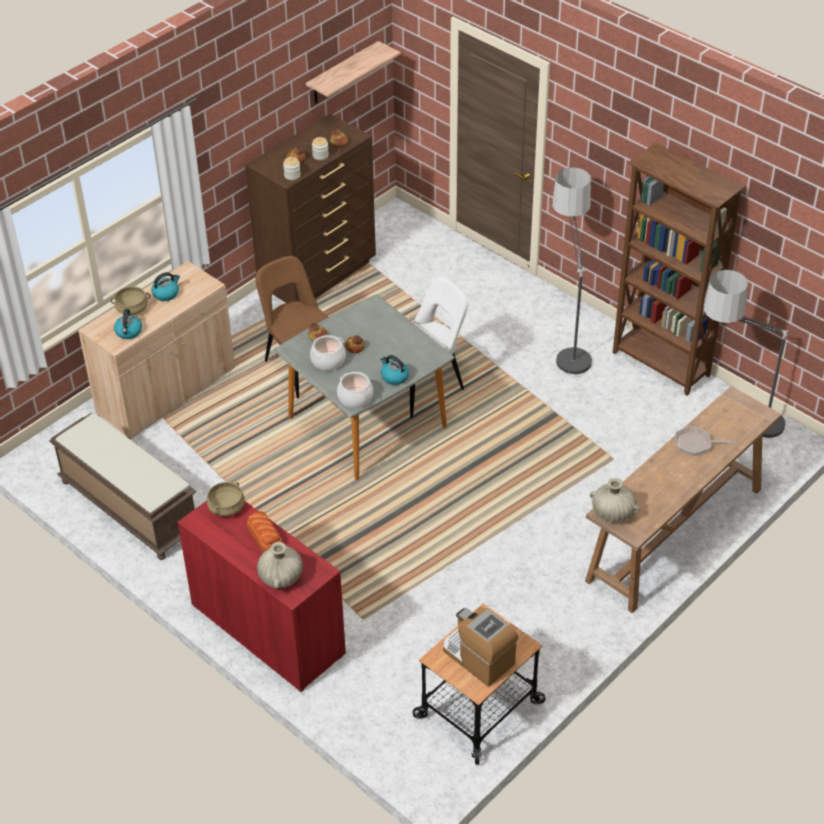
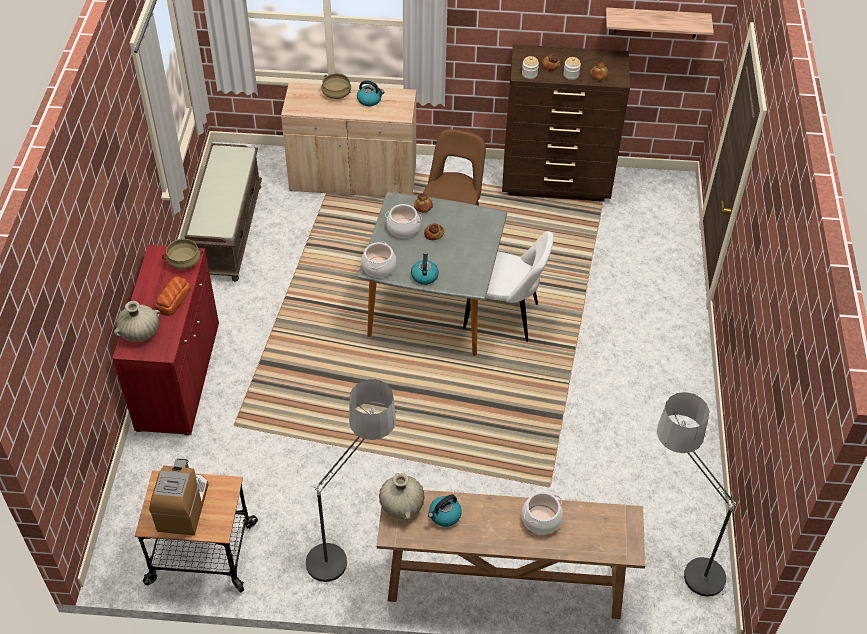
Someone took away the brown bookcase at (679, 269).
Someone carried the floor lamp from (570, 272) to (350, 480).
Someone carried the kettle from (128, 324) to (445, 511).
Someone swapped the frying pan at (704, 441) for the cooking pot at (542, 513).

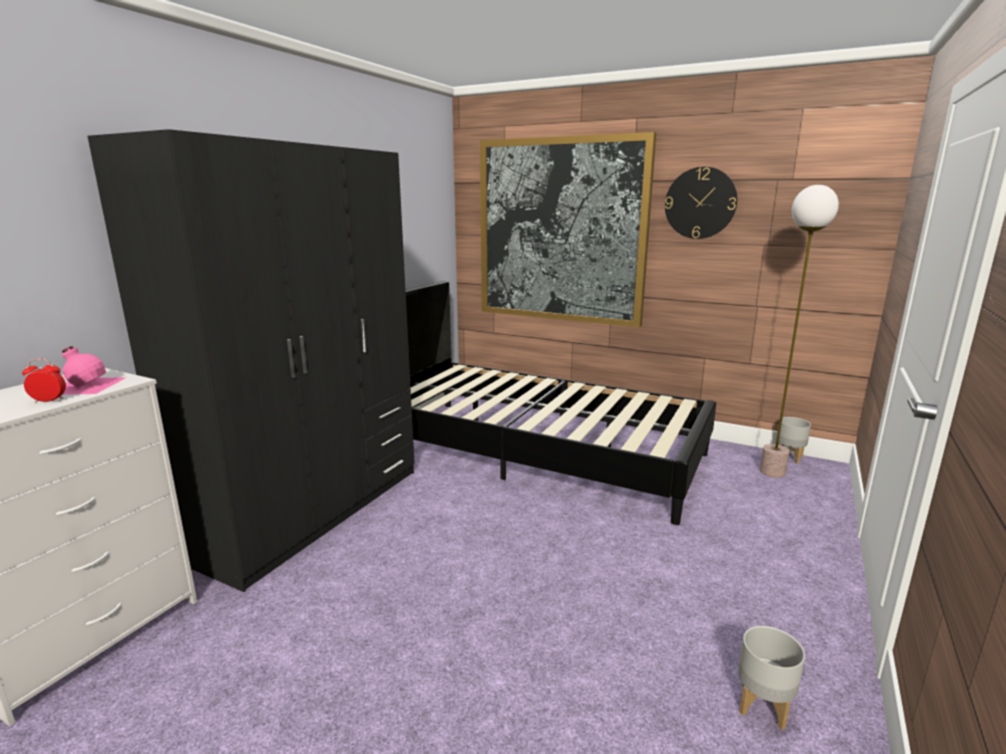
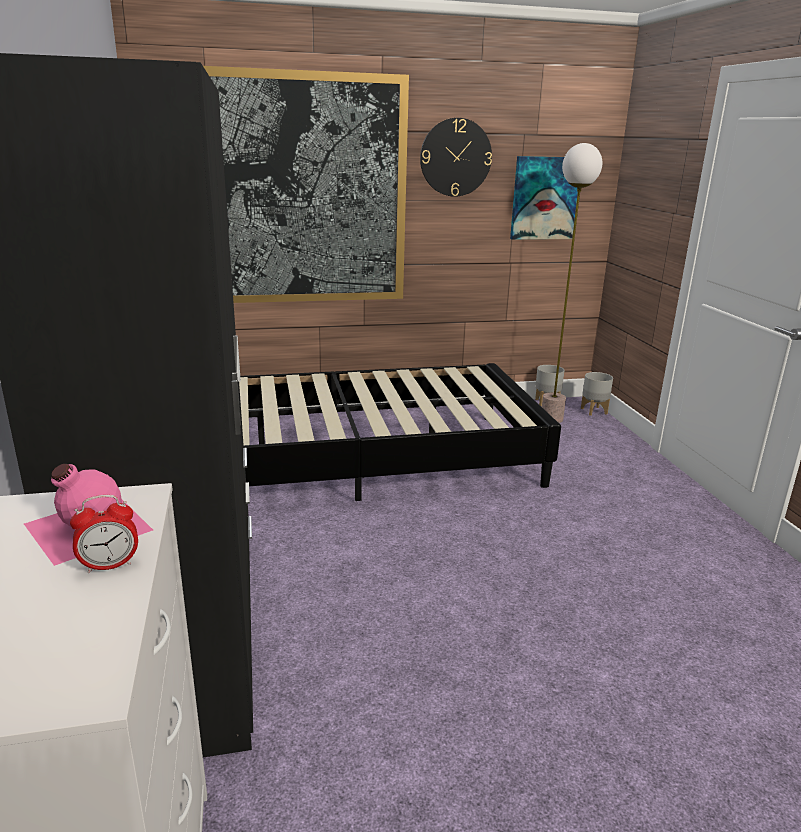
Someone rotated the alarm clock at (44, 381) by 150 degrees counterclockwise.
Someone carried the grey planter from (771, 677) to (597, 394).
Someone put up the picture at (544, 198).

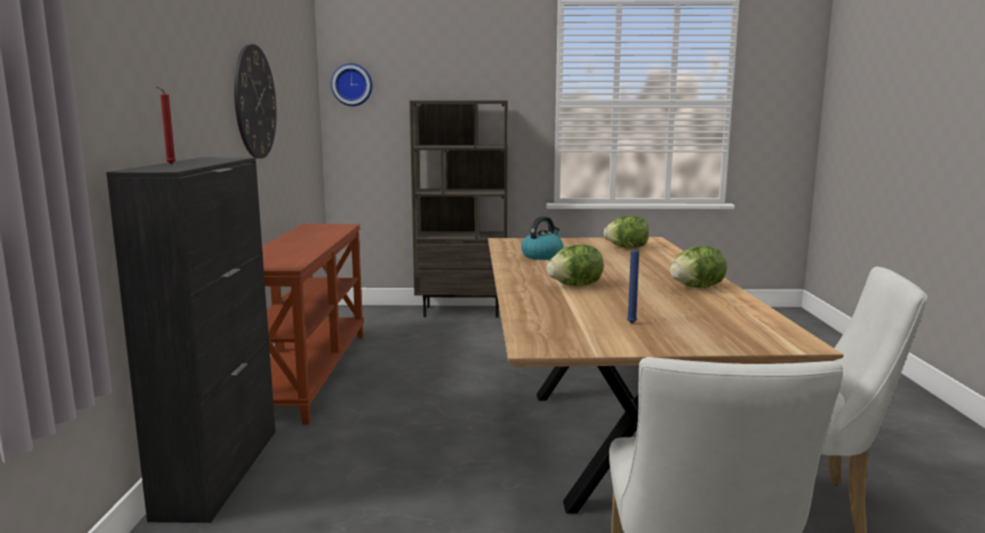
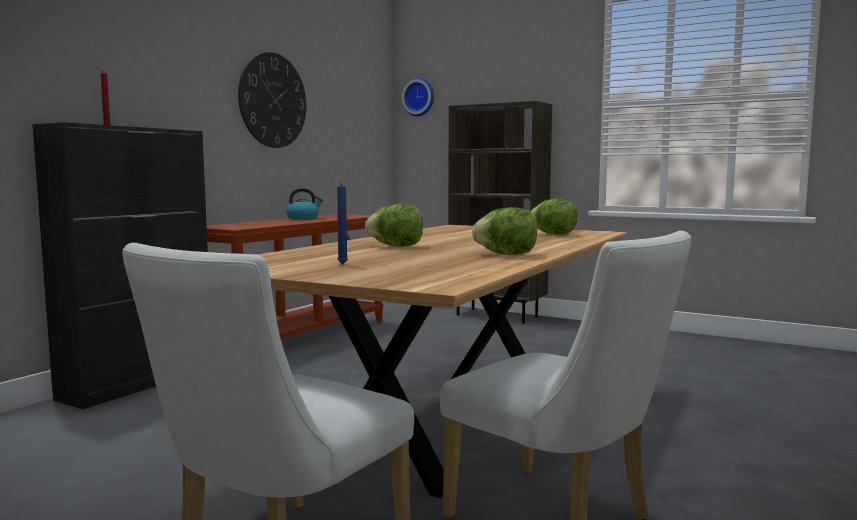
Someone carried the kettle from (542, 238) to (304, 204).

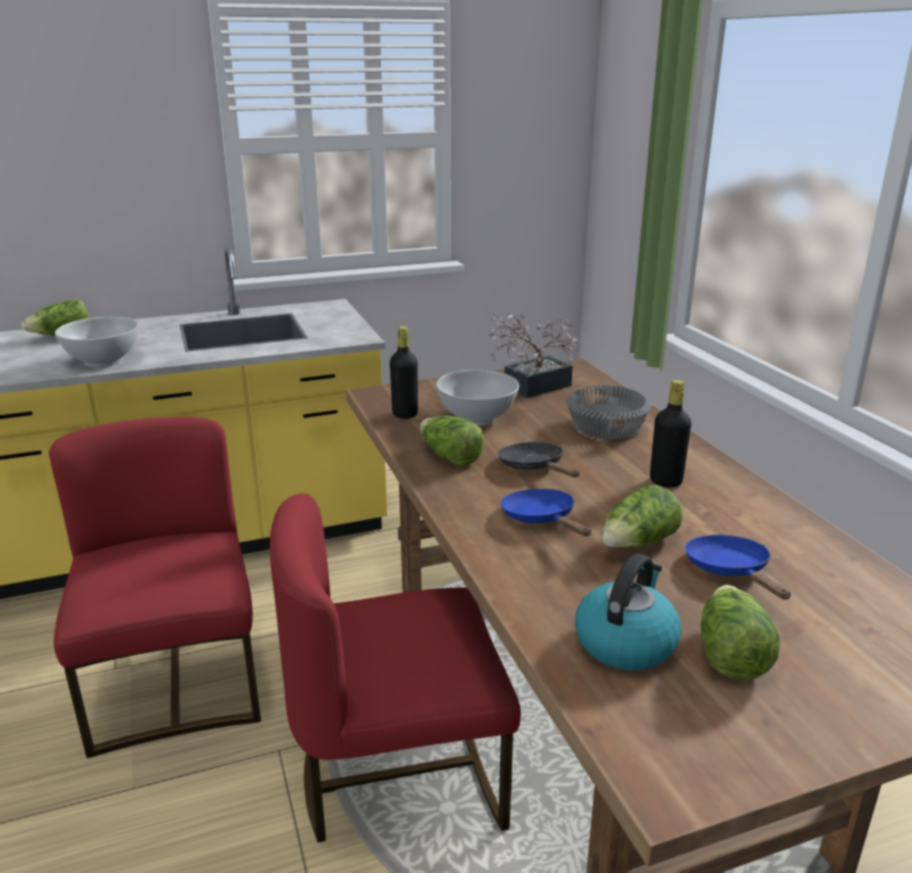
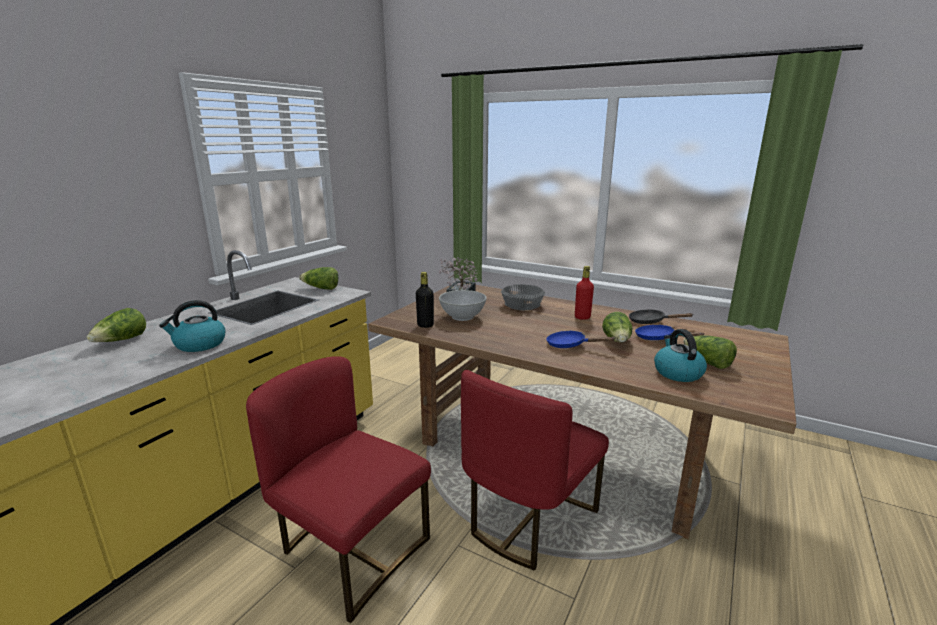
Someone swapped the white bowl at (97, 341) for the kettle at (192, 326).
Someone repainted the black bottle at (670, 433), which became the red bottle at (584, 293).
Someone carried the lettuce from (452, 441) to (318, 278).
Someone carried the black frying pan from (539, 459) to (661, 316).

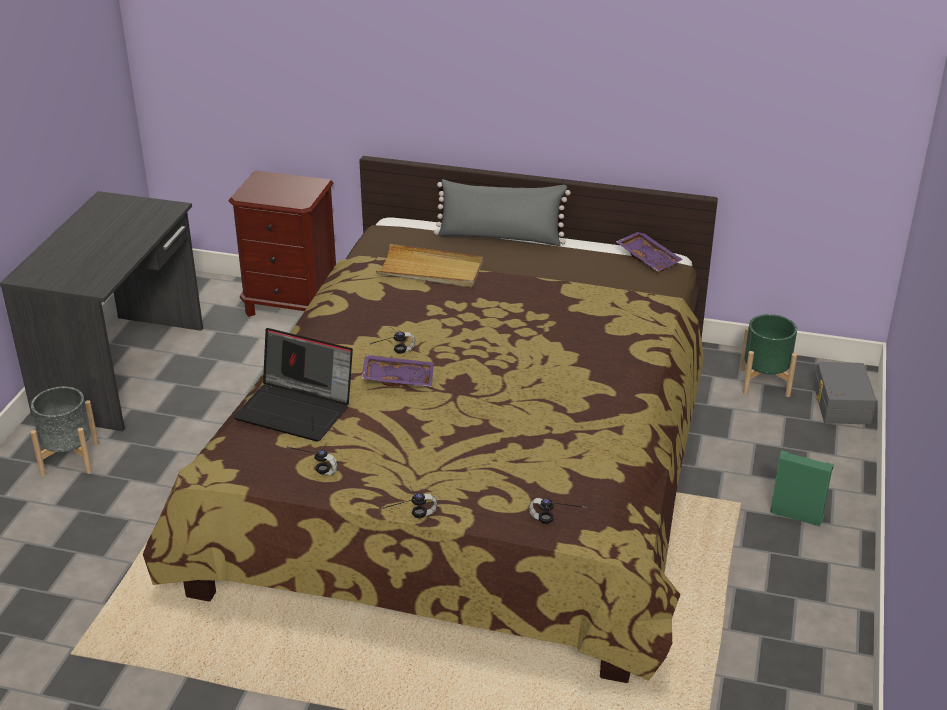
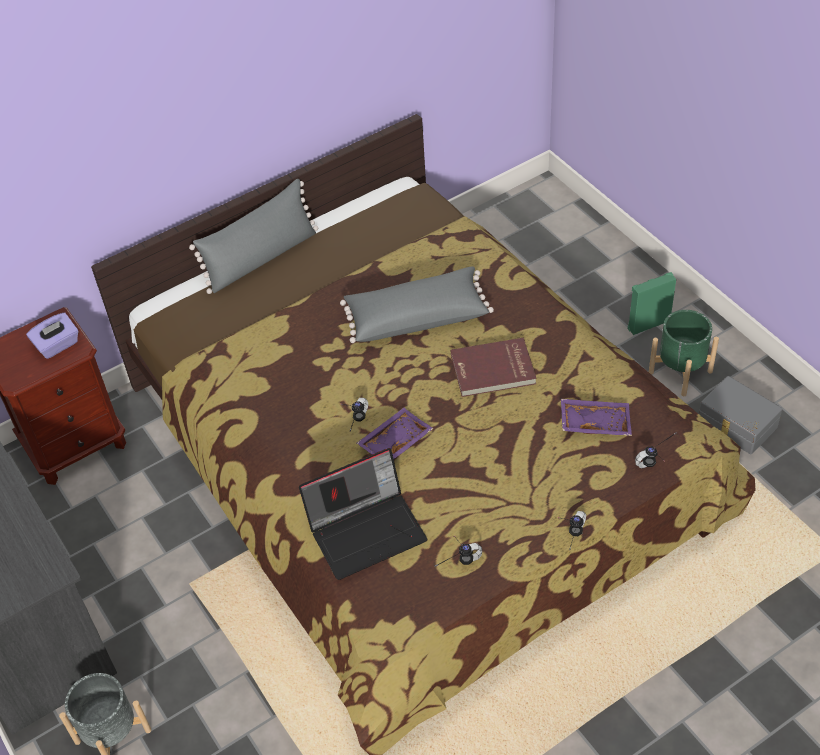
Someone carried the purple tray from (649, 252) to (596, 417).
Someone took away the beige tray at (429, 265).
Someone carried the green planter from (768, 355) to (684, 353).
Someone carried the grey storage box from (845, 393) to (740, 415).
Someone put down the grey pillow at (417, 304).
Someone put down the purple tissue box at (52, 336).
Someone put down the red book at (494, 367).

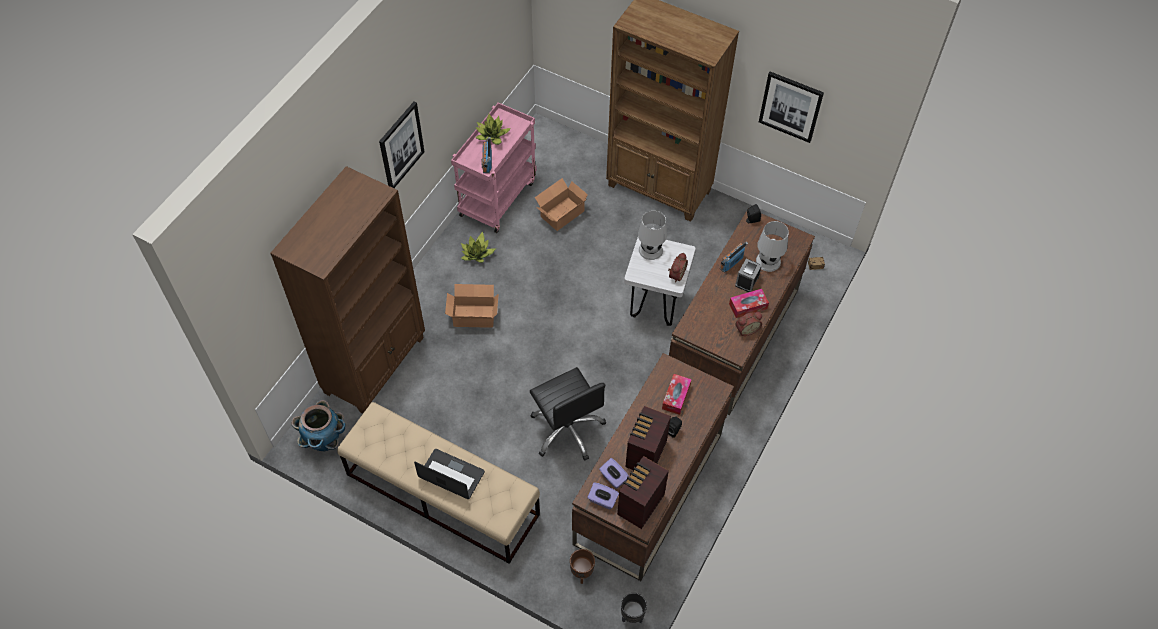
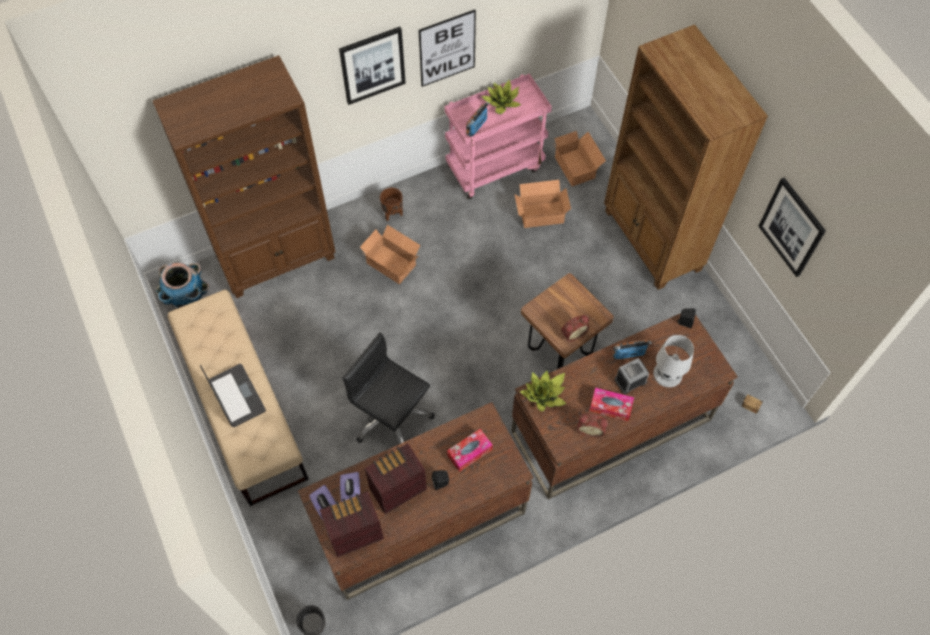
Someone took away the white table lamp at (652, 235).
Someone carried the potted plant from (478, 247) to (543, 391).
Someone repainted the white stool at (660, 282), which became the brown stool at (567, 321).
Someone rotated the black office chair at (568, 414) by 120 degrees clockwise.
Someone carried the brown planter from (582, 566) to (391, 204).
Someone put up the picture at (447, 48).
Someone put down the cardboard box at (579, 158).

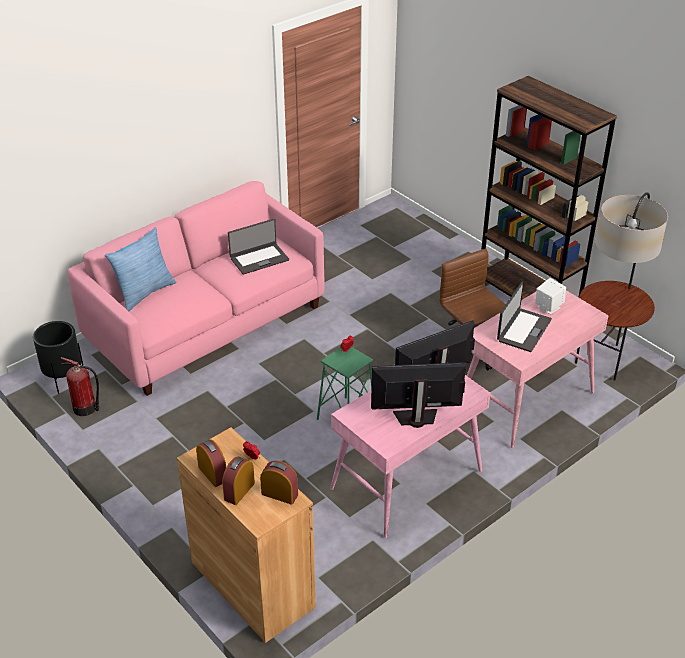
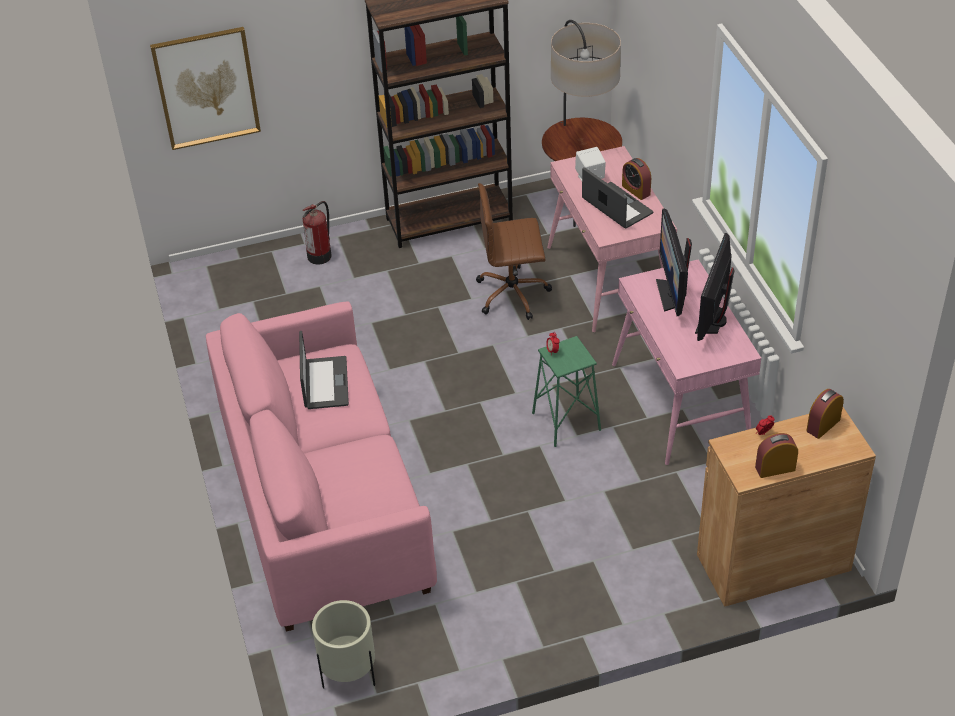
Someone took away the pillow at (141, 269).
Someone repainted the black planter at (58, 357), which became the beige planter at (343, 644).
Someone carried the fire extinguisher from (79, 386) to (317, 232).
Someone carried the alarm clock from (238, 480) to (636, 179).
Someone put up the picture at (205, 88).

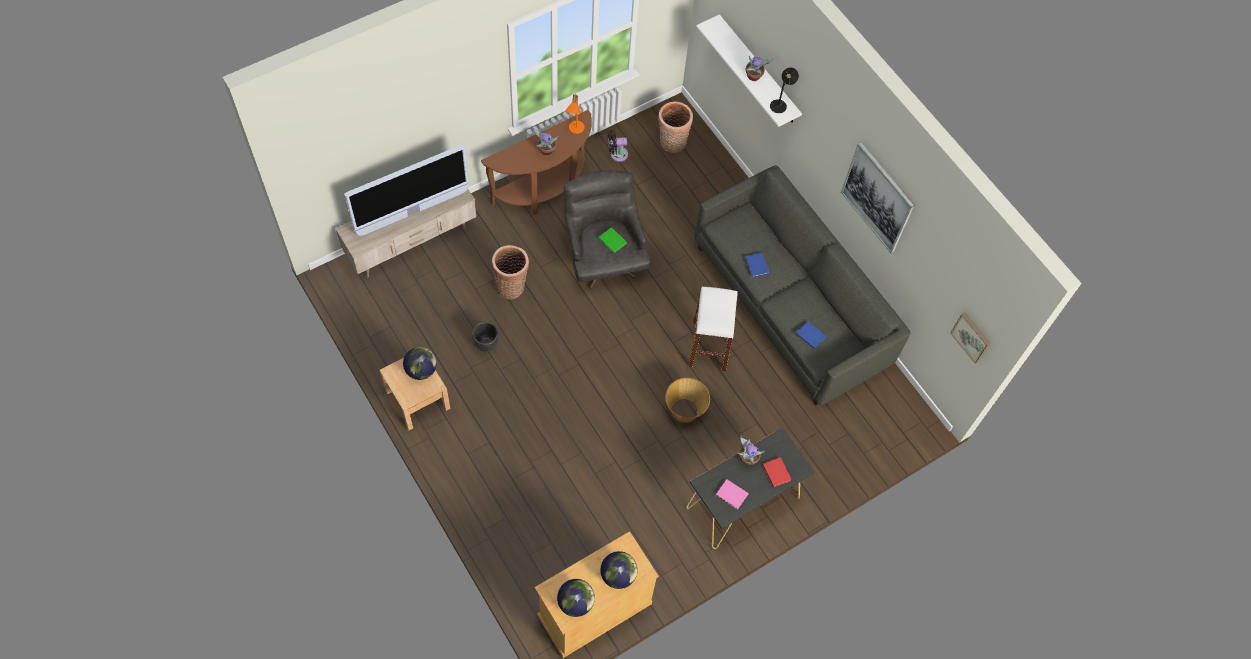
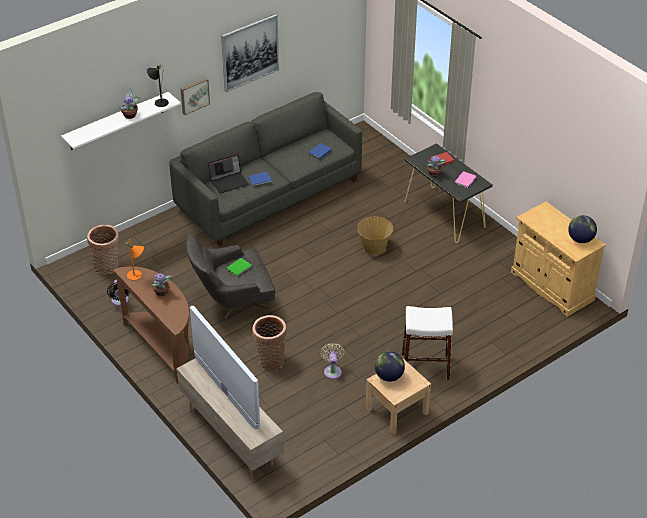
Someone carried the white stool from (713, 329) to (427, 343).
Someone carried the picture from (970, 338) to (195, 96).
Someone swapped the black planter at (485, 337) for the beige fan at (332, 361).
Someone took away the globe at (619, 570).
Someone put down the laptop at (228, 174).

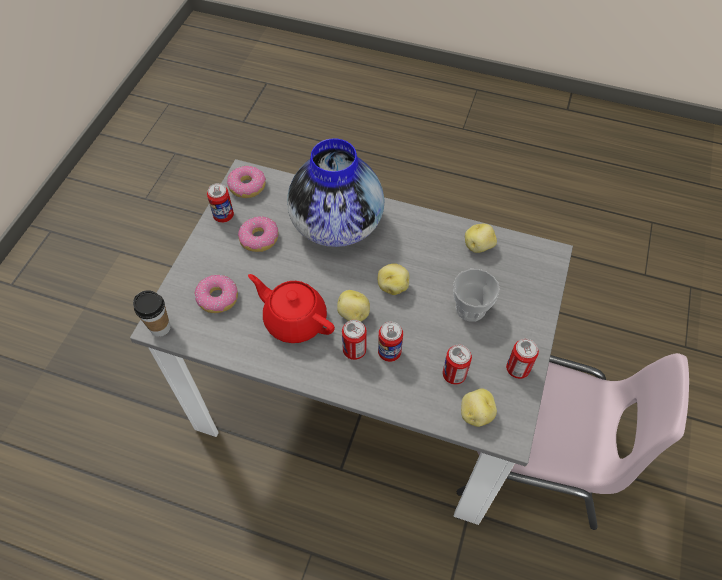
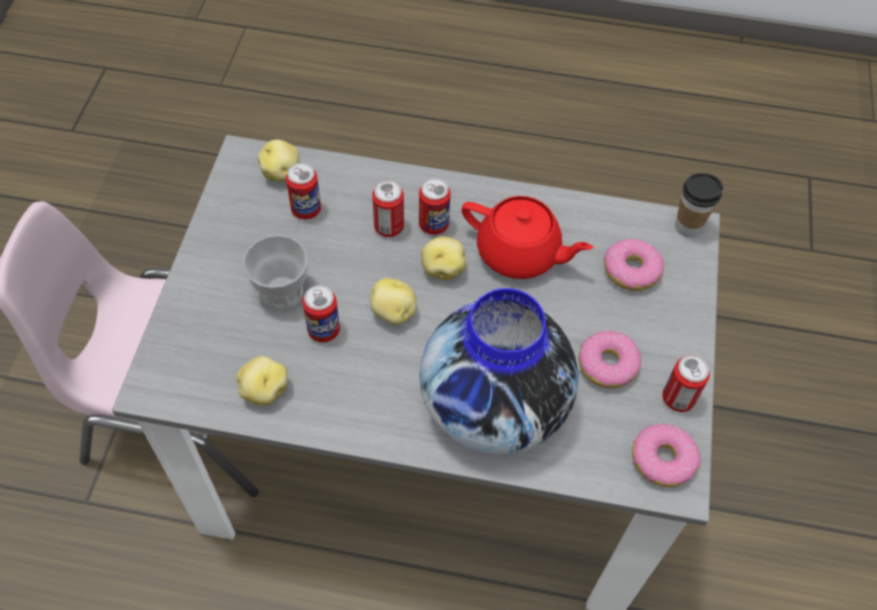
Someone carried the can from (522, 359) to (321, 313).

